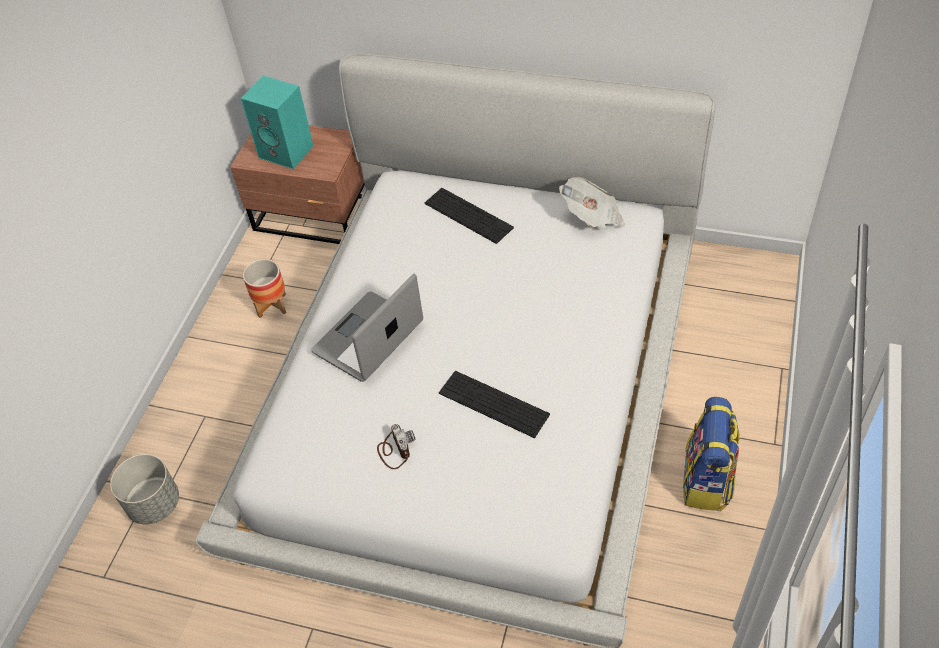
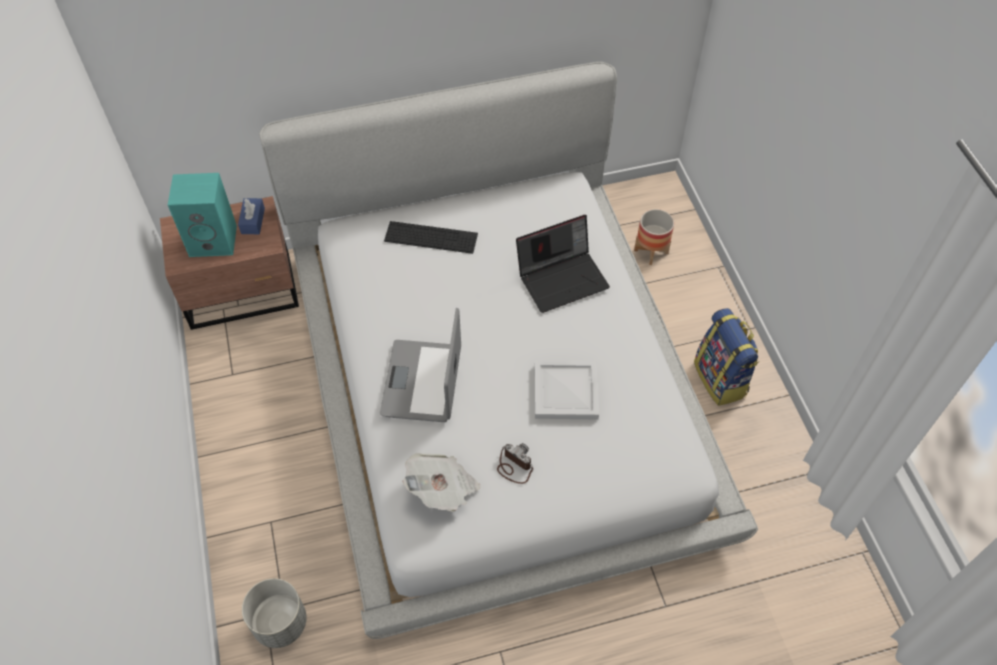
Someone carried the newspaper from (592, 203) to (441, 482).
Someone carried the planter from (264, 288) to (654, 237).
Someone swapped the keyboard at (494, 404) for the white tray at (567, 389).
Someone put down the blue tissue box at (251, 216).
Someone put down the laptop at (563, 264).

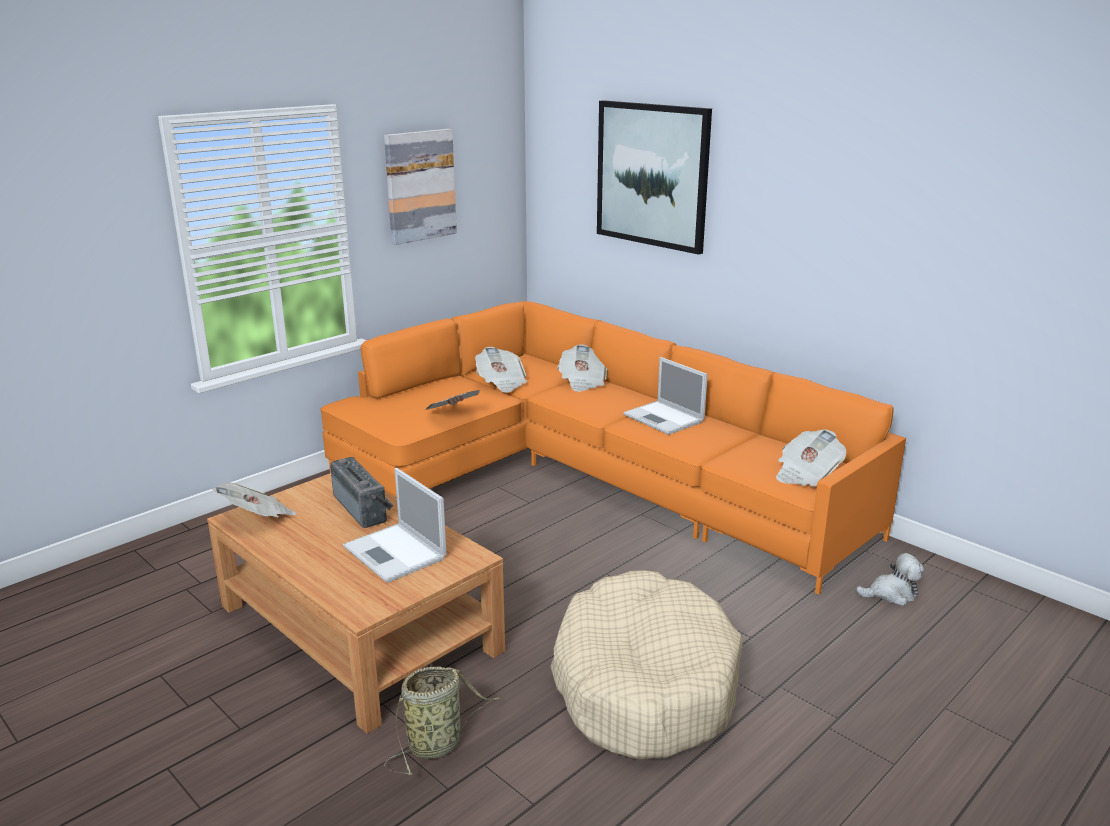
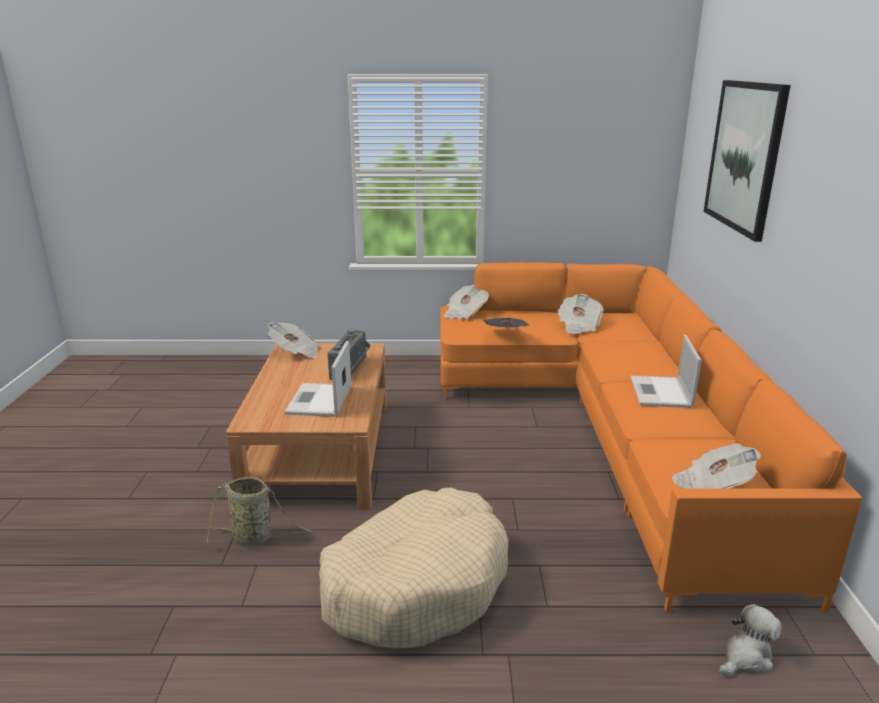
Someone took away the picture at (420, 187).
Someone carried the newspaper from (582, 368) to (466, 301).
Someone rotated the plush toy at (890, 579) by 75 degrees counterclockwise.

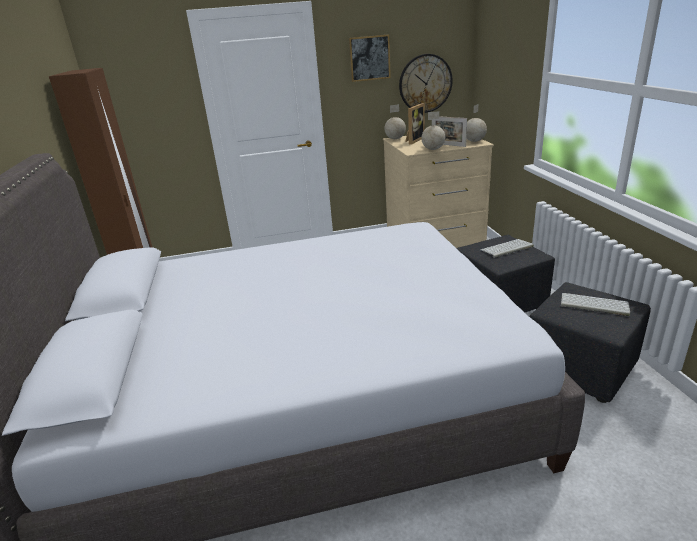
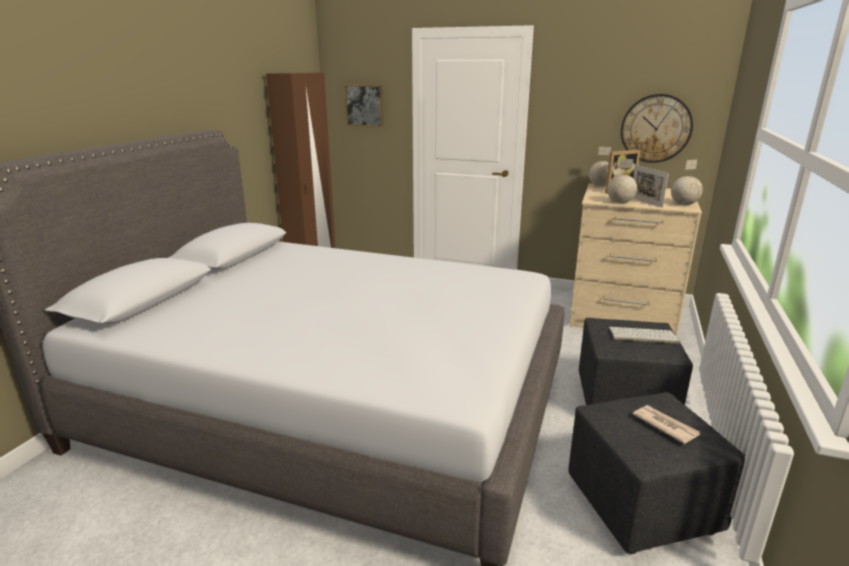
Someone carried the picture from (370, 58) to (364, 106).
Someone swapped the keyboard at (595, 304) for the newspaper at (666, 424).

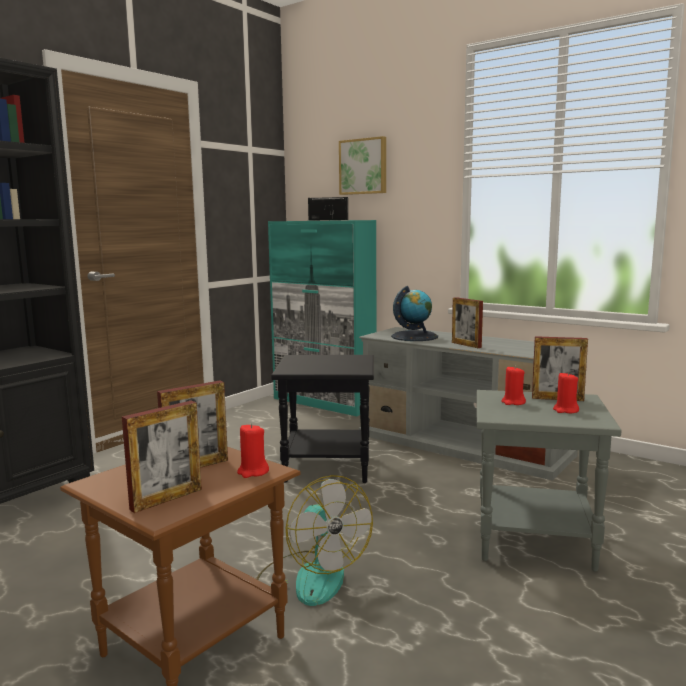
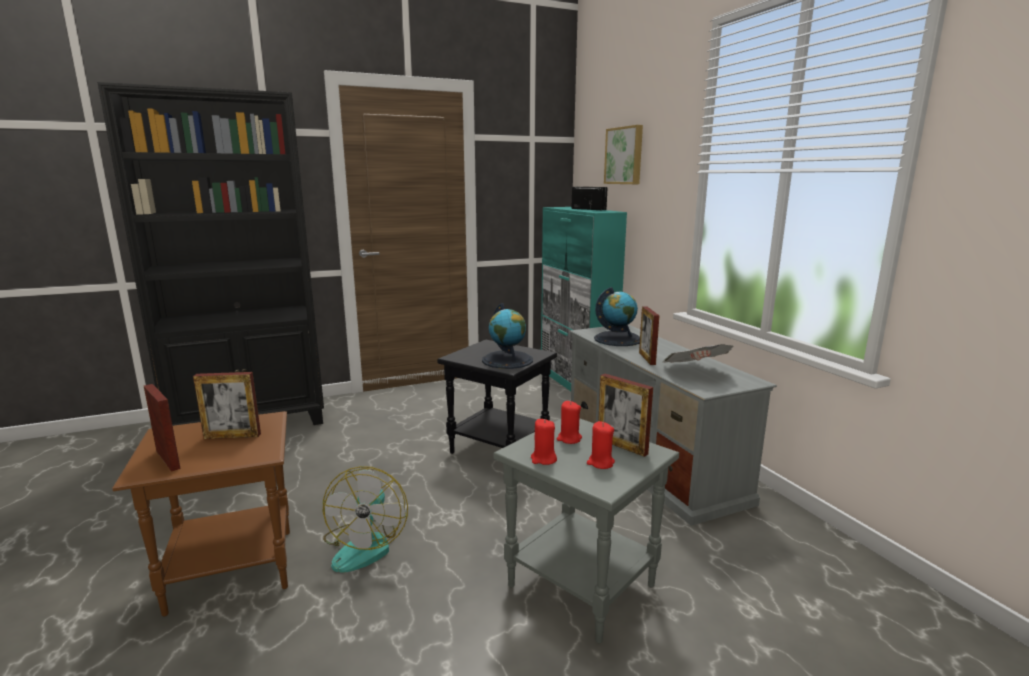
Someone rotated the picture frame at (162, 457) by 120 degrees counterclockwise.
Someone carried the red candle from (253, 450) to (544, 442).
Someone put down the globe at (507, 336).
Someone put down the newspaper at (699, 353).

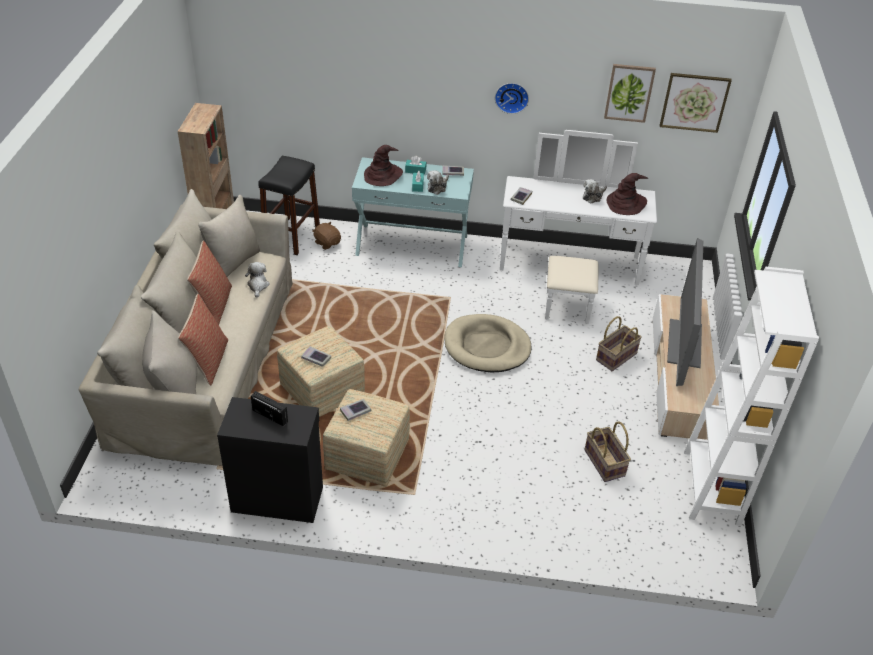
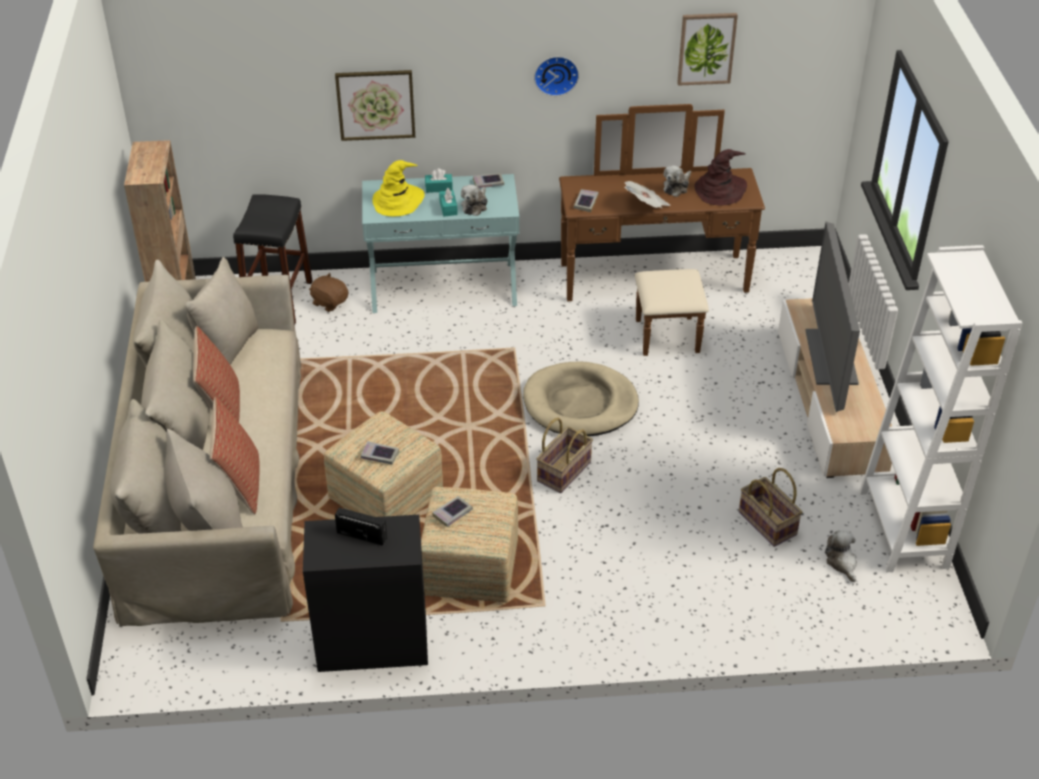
Someone carried the picture from (696, 103) to (375, 105).
Someone repainted the white dresser at (578, 227), which became the brown dresser at (662, 230).
Someone repainted the brown hat at (383, 165), which became the yellow hat at (398, 188).
Someone carried the plush toy from (257, 280) to (841, 556).
Someone carried the basket from (619, 343) to (564, 455).
Someone put down the newspaper at (647, 194).

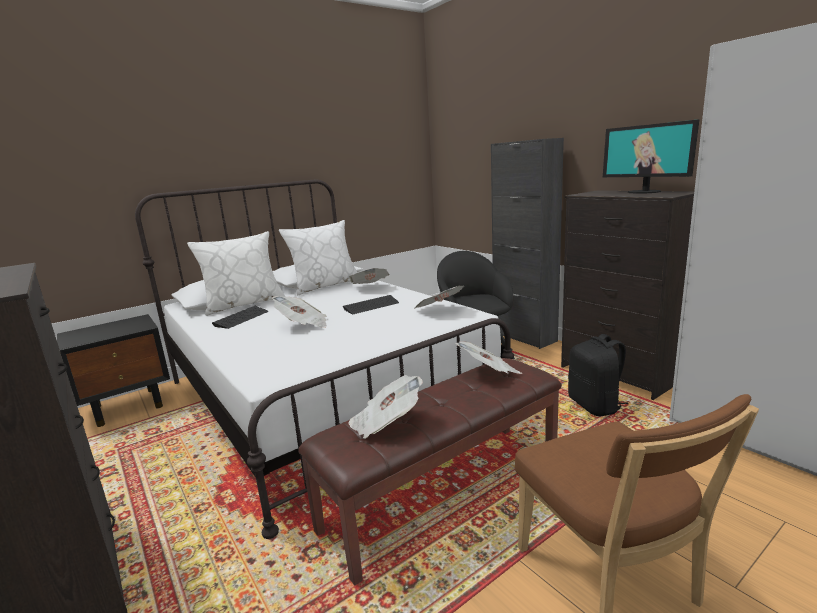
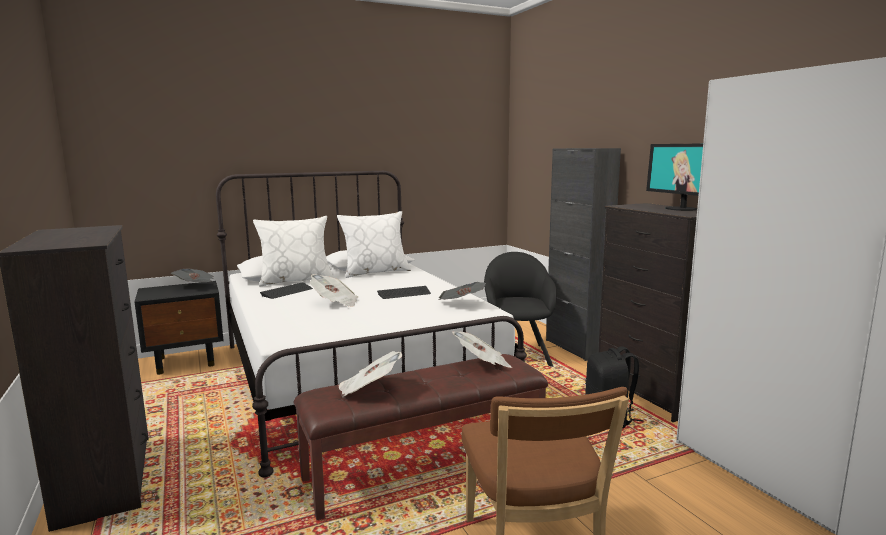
Someone carried the newspaper from (369, 276) to (192, 275).

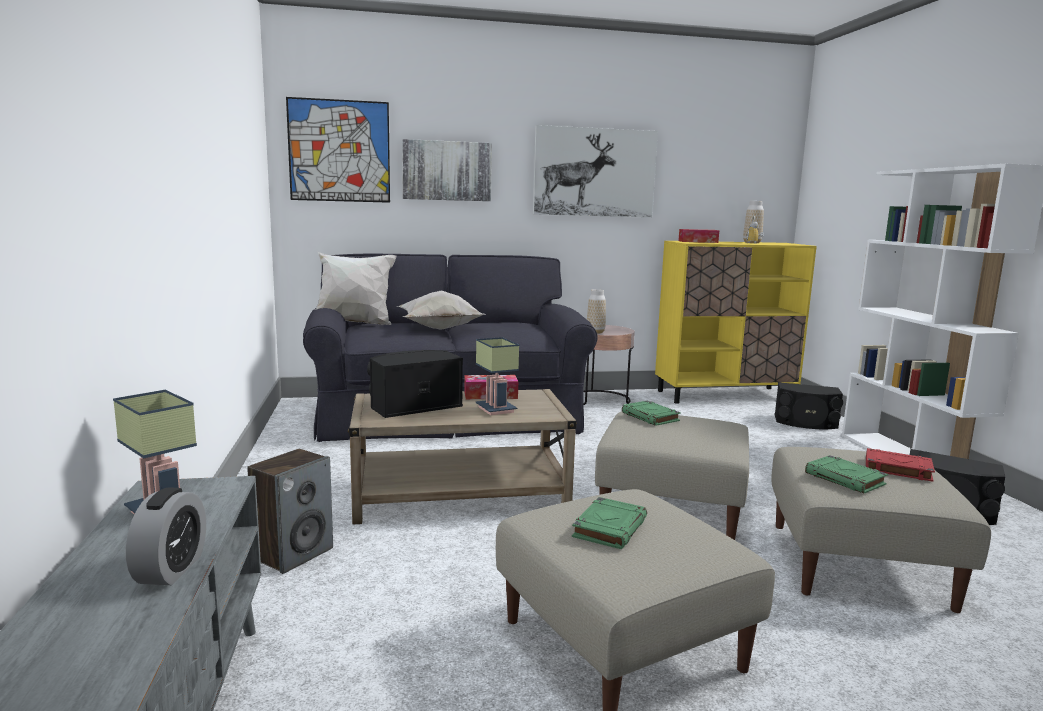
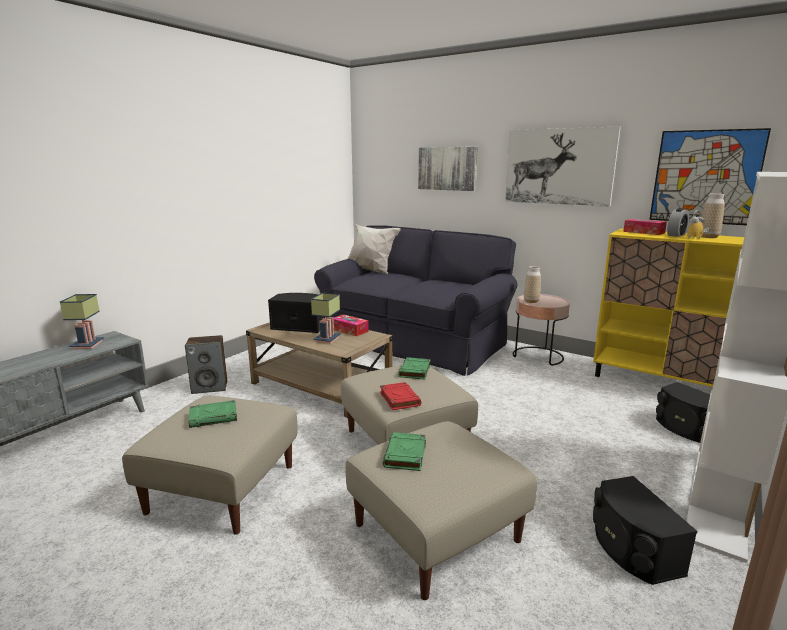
Someone carried the picture from (338, 150) to (710, 176).
Someone took away the white pillow at (441, 310).
Someone carried the red book from (900, 465) to (400, 396).
Someone carried the alarm clock from (166, 536) to (678, 222).

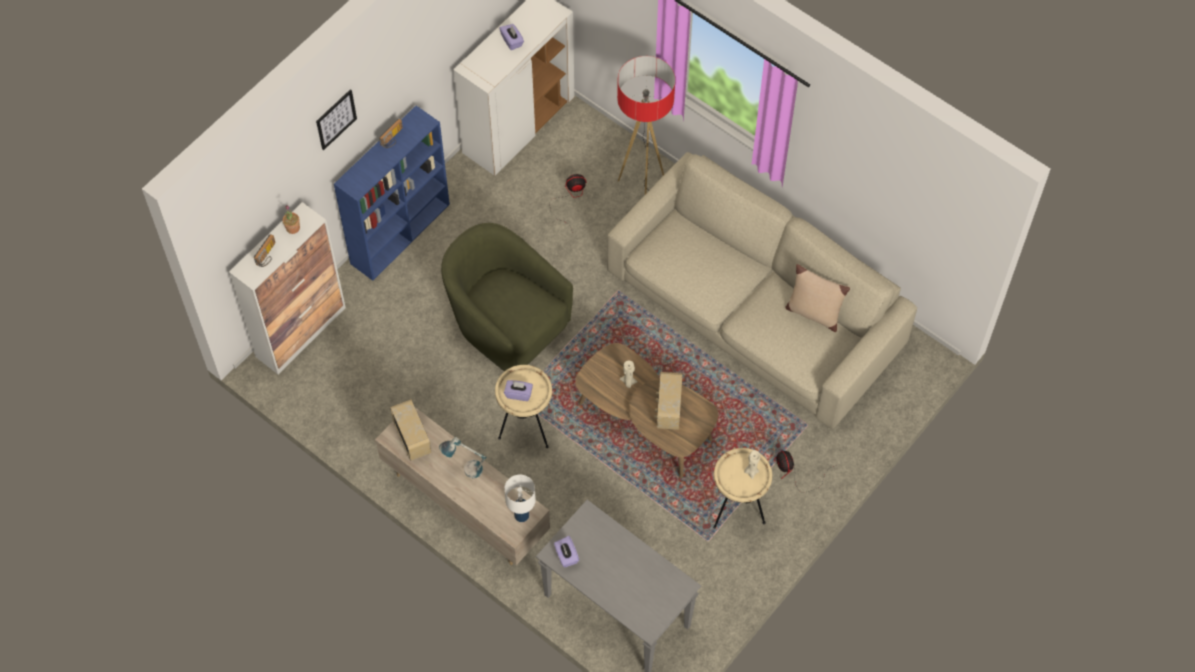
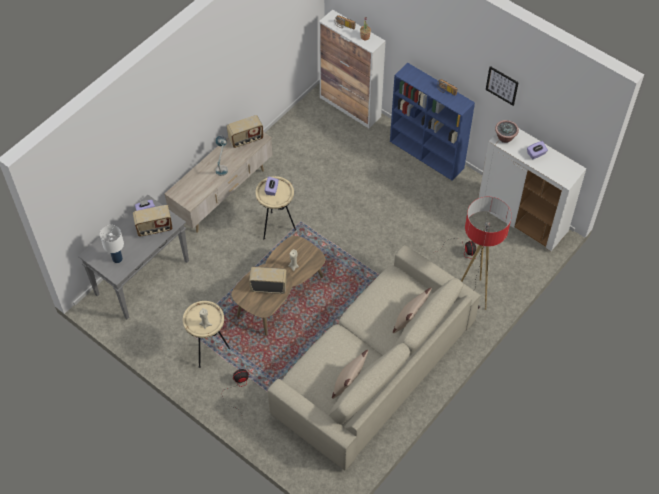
Someone carried the picture from (336, 119) to (502, 86).
Someone took away the green armchair at (507, 297).
Someone carried the white table lamp from (520, 498) to (112, 244).
Someone put down the potted plant at (507, 131).
Someone put down the radio at (153, 221).
Someone put down the beige pillow at (412, 310).

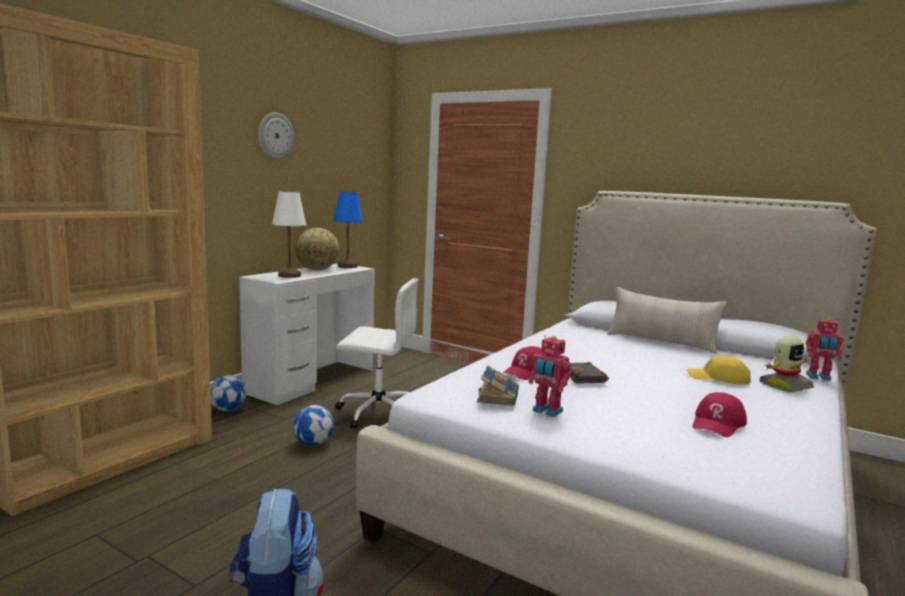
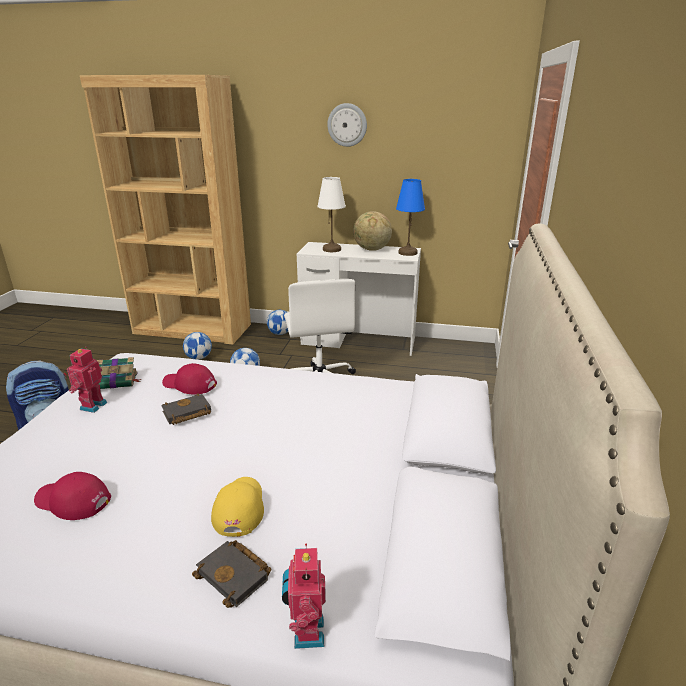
Someone took away the beige pillow at (667, 320).
Someone swapped the toy robot at (786, 364) for the black book at (231, 574).
Someone put down the football at (197, 346).

